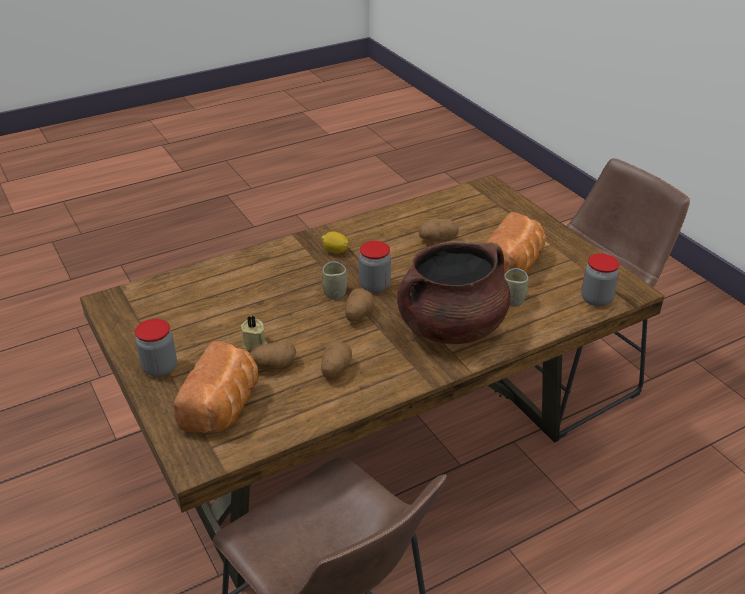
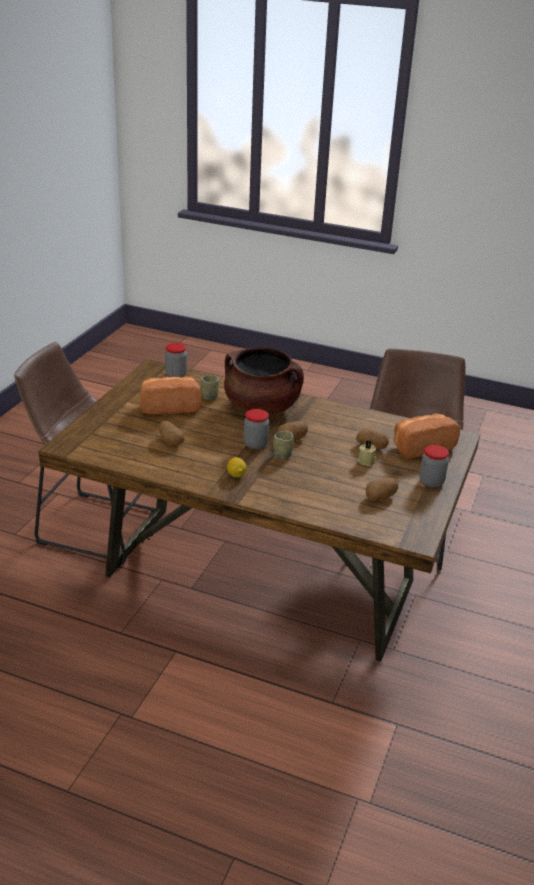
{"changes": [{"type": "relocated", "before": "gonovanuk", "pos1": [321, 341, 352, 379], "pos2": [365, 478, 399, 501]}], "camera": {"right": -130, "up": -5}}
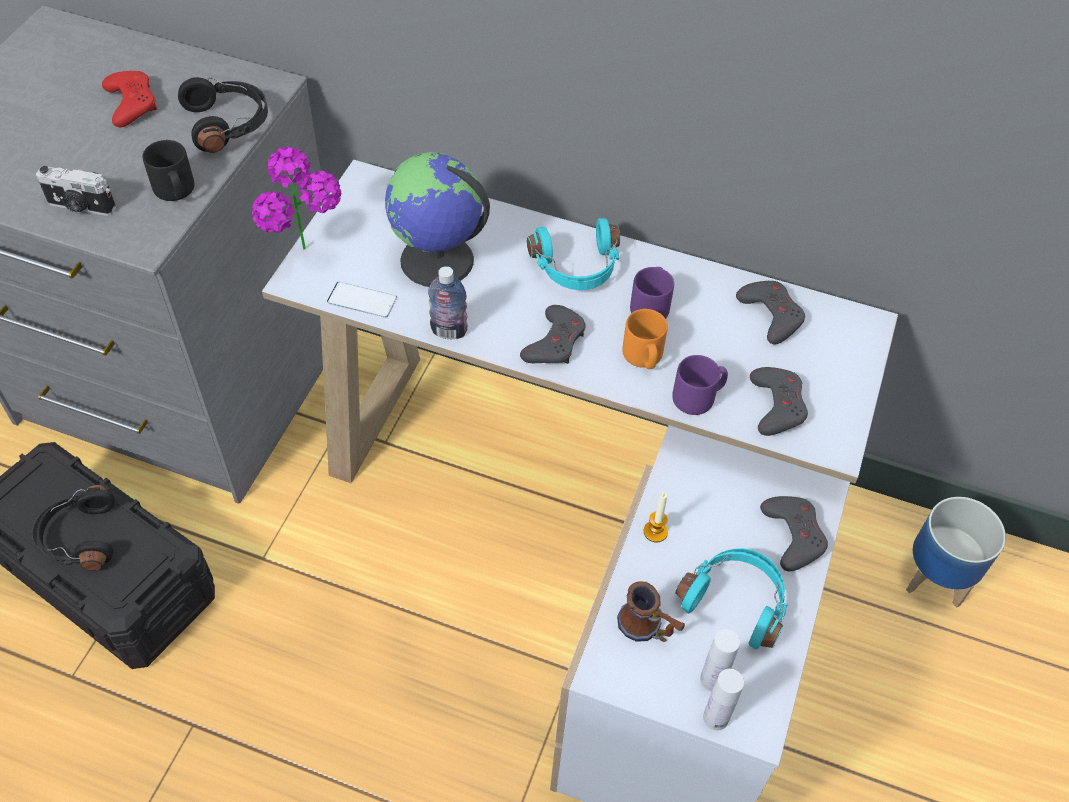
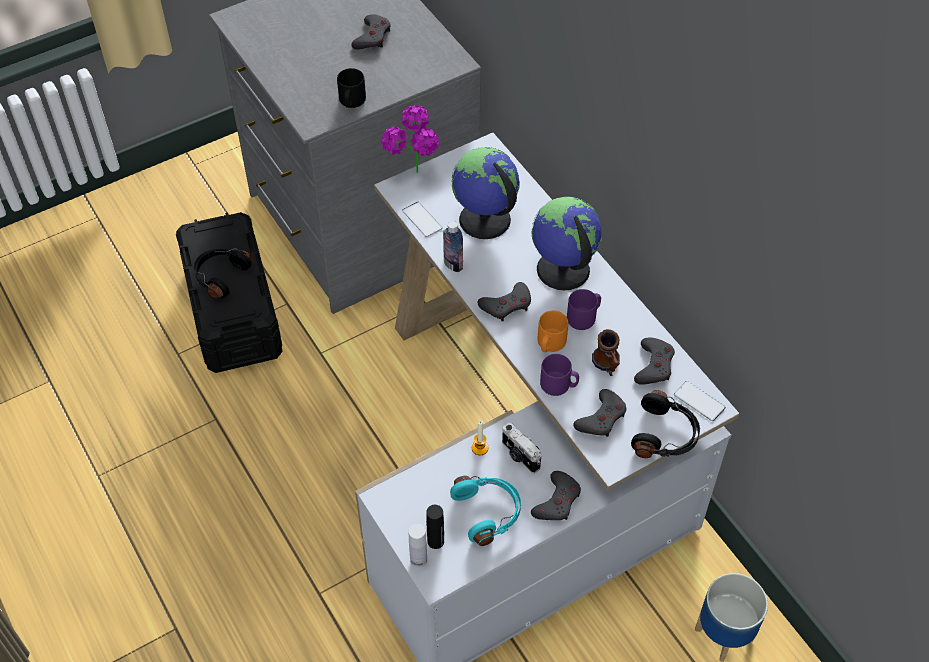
{"changes": [{"type": "colour", "before": "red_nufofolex", "after": "grey_nufofolex", "pos1": [102, 71, 157, 127], "pos2": [351, 14, 391, 50]}, {"type": "relocated", "before": "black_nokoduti", "pos1": [178, 77, 268, 153], "pos2": [631, 390, 700, 458]}, {"type": "relocated", "before": "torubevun", "pos1": [36, 166, 116, 216], "pos2": [502, 422, 541, 473]}, {"type": "exchanged", "before": "turquoise_nokoduti", "after": "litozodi", "pos1": [527, 218, 620, 290], "pos2": [532, 197, 602, 290]}, {"type": "relocated", "before": "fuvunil", "pos1": [617, 581, 685, 642], "pos2": [592, 329, 620, 376]}, {"type": "colour", "before": "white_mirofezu", "after": "black_mirofezu", "pos1": [700, 629, 740, 691], "pos2": [426, 505, 444, 549]}, {"type": "appeared", "after": "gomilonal", "pos2": [674, 381, 726, 421]}], "camera": {"right": 40, "up": 0}}
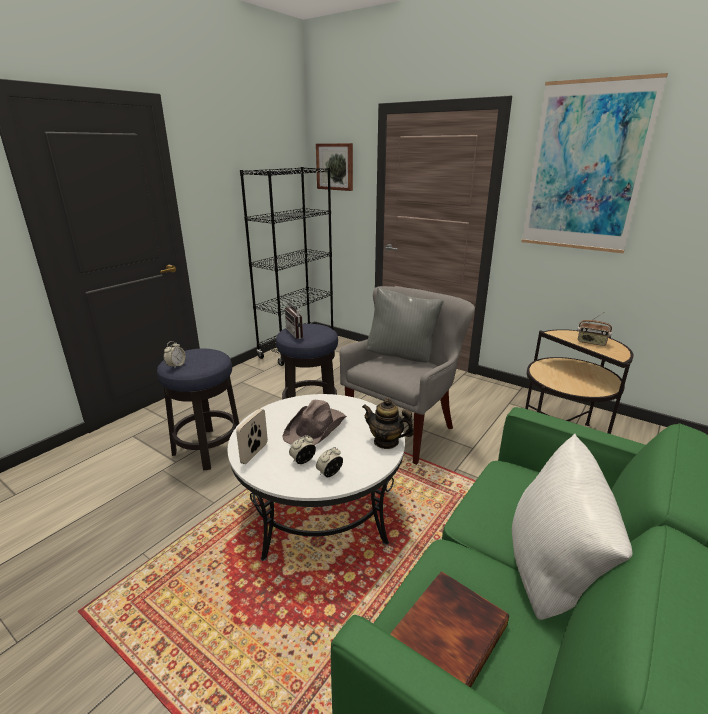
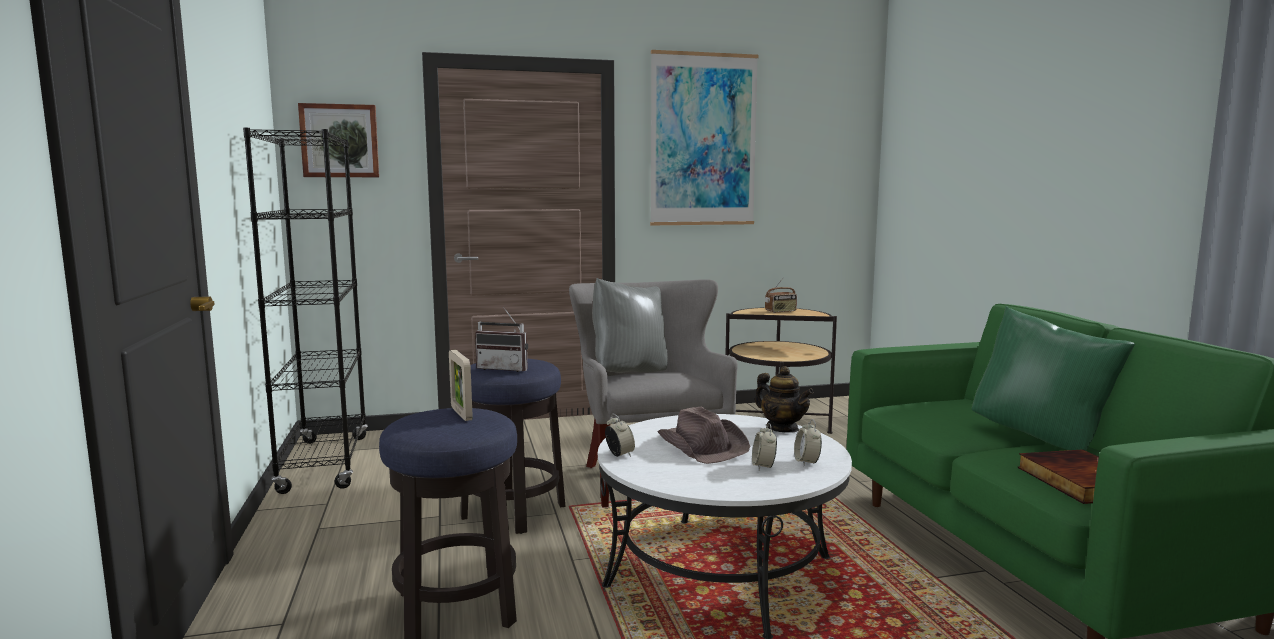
{"changes": [{"type": "relocated", "before": "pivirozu", "pos1": [164, 341, 186, 369], "pos2": [605, 414, 635, 457]}, {"type": "spun", "before": "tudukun", "pos1": [362, 398, 414, 449], "pos2": [755, 366, 814, 433], "turn": -105}, {"type": "relocated", "before": "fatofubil", "pos1": [236, 409, 268, 464], "pos2": [449, 350, 473, 421]}, {"type": "colour", "before": "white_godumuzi", "after": "green_godumuzi", "pos1": [512, 433, 633, 620], "pos2": [972, 306, 1135, 451]}], "camera": {"right": -50, "up": -15}}
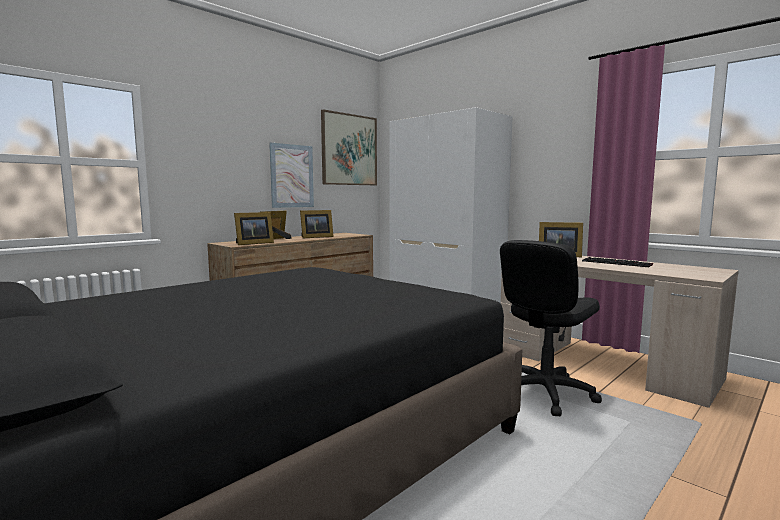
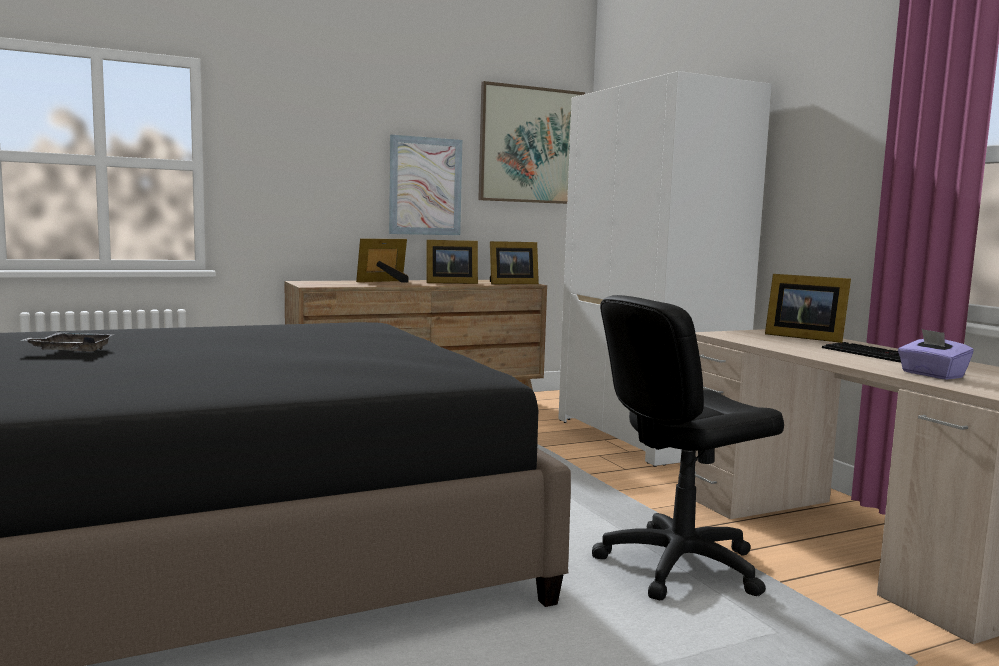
{"changes": [{"type": "relocated", "before": "fatofubil", "pos1": [234, 212, 274, 245], "pos2": [490, 241, 539, 284]}, {"type": "appeared", "after": "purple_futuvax", "pos2": [898, 329, 974, 380]}, {"type": "appeared", "after": "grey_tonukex", "pos2": [23, 332, 112, 352]}], "camera": {"right": 20, "up": 0}}
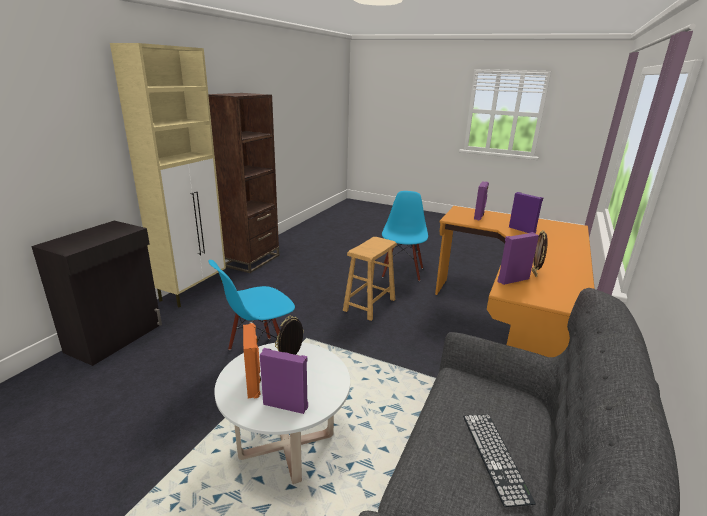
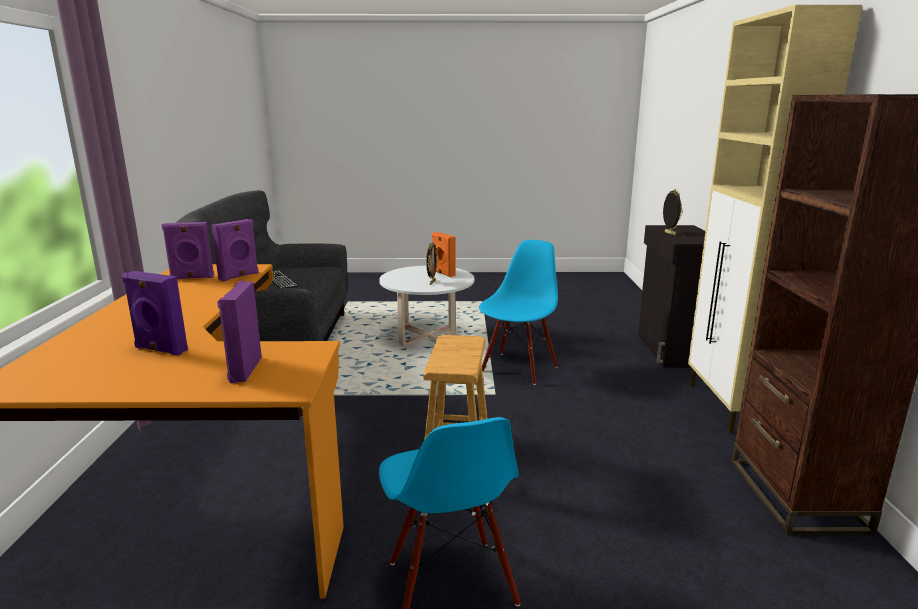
{"changes": [{"type": "relocated", "before": "fatofubil", "pos1": [532, 230, 548, 277], "pos2": [663, 189, 683, 235]}, {"type": "relocated", "before": "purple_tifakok", "pos1": [260, 348, 308, 414], "pos2": [162, 222, 214, 279]}], "camera": {"right": 155, "up": -5}}
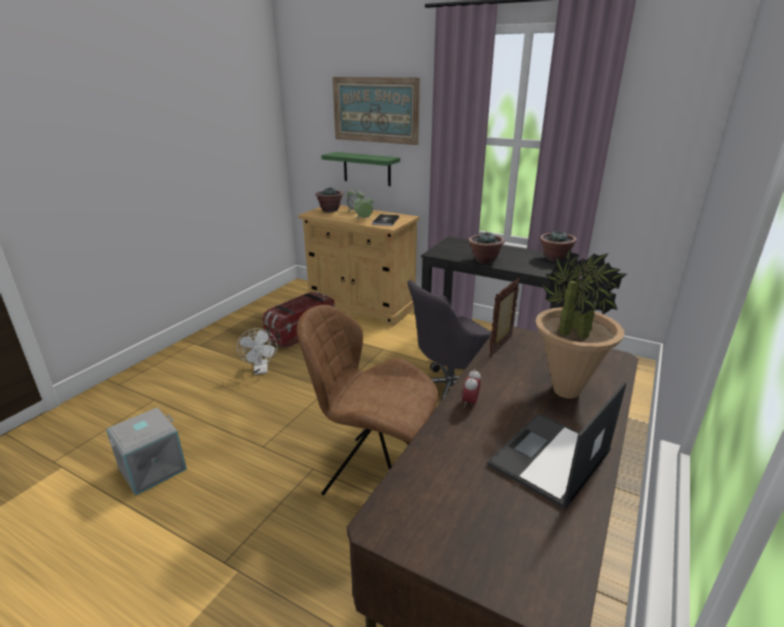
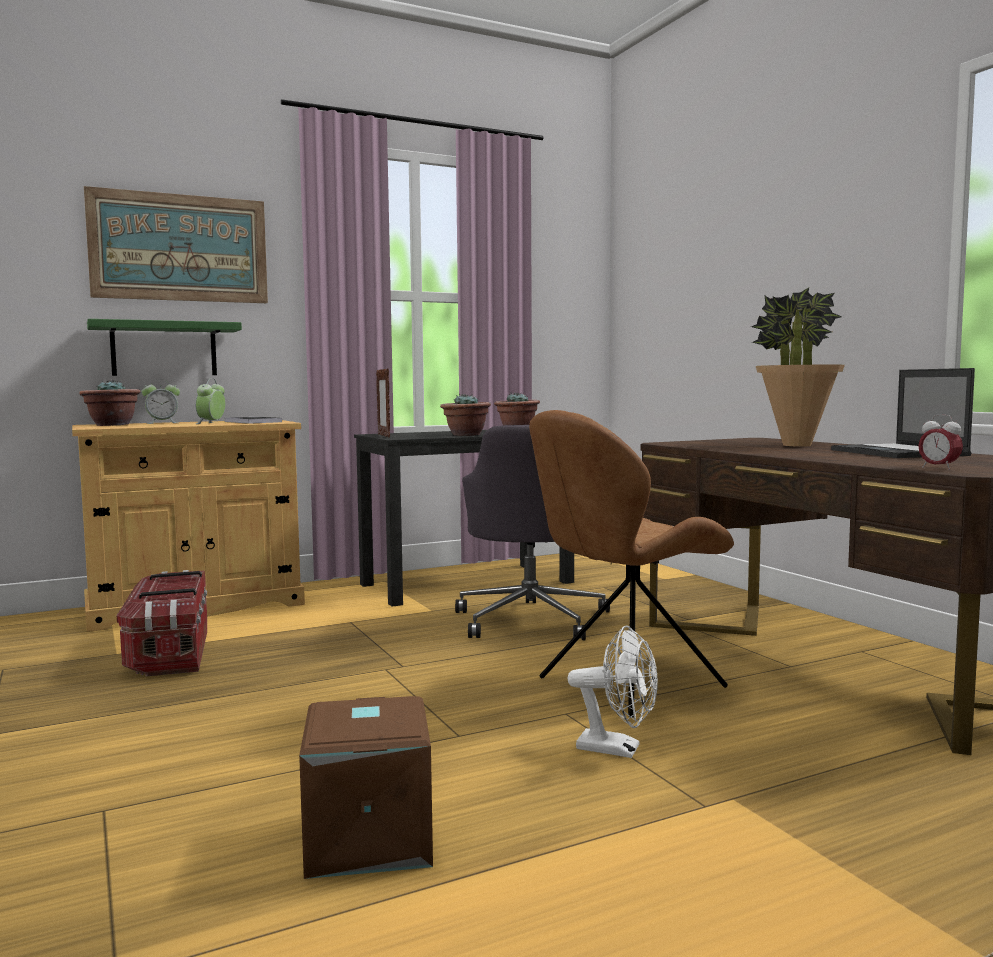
{"changes": [{"type": "relocated", "before": "fatofubil", "pos1": [489, 278, 520, 357], "pos2": [376, 368, 390, 438]}, {"type": "relocated", "before": "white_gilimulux", "pos1": [237, 328, 277, 375], "pos2": [568, 625, 658, 758]}, {"type": "relocated", "before": "pivirozu", "pos1": [462, 369, 481, 408], "pos2": [918, 415, 963, 470]}, {"type": "colour", "before": "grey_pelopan", "after": "brown_pelopan", "pos1": [106, 408, 187, 496], "pos2": [299, 696, 433, 879]}], "camera": {"right": -55, "up": -20}}
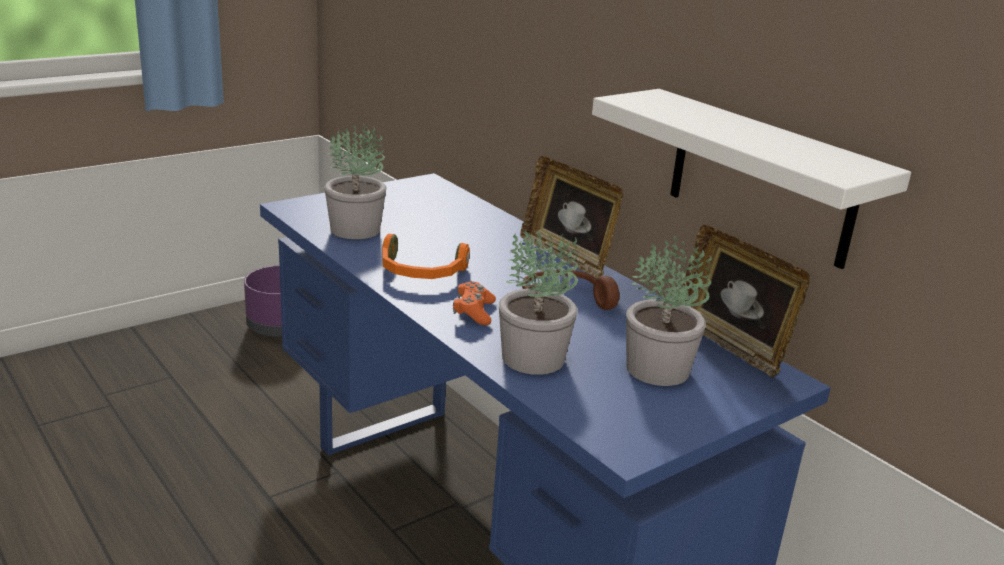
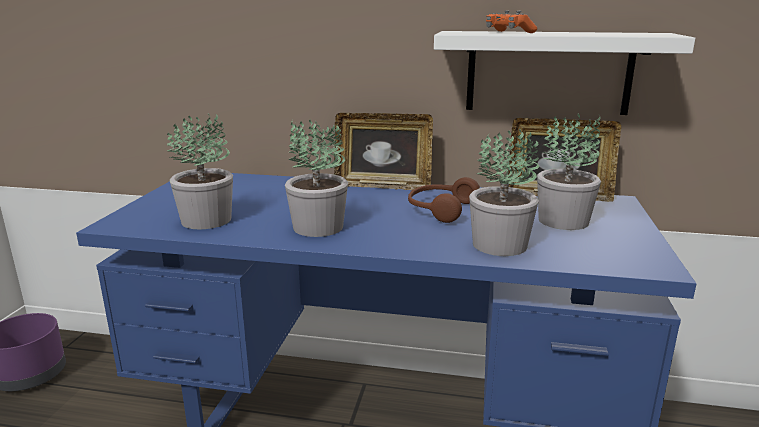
{"changes": [{"type": "exchanged", "before": "orange_nokoduti", "after": "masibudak", "pos1": [382, 234, 470, 279], "pos2": [285, 119, 348, 237]}, {"type": "relocated", "before": "orange_nufofolex", "pos1": [453, 281, 496, 325], "pos2": [486, 10, 537, 33]}], "camera": {"right": -40, "up": -5}}
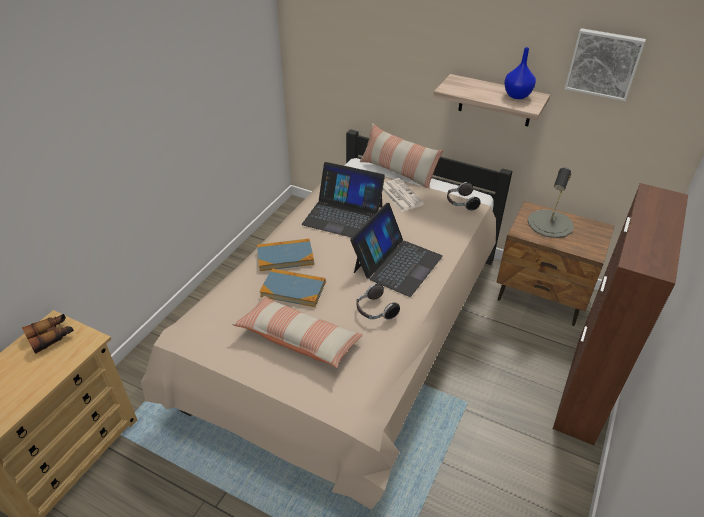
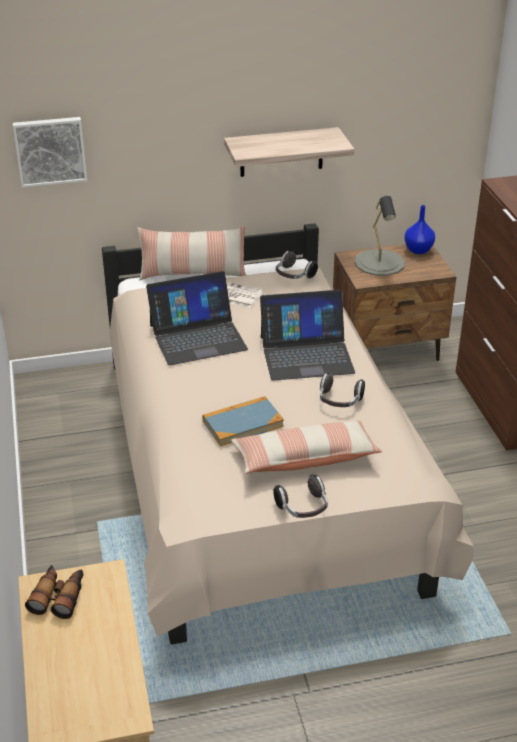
{"changes": [{"type": "relocated", "before": "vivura", "pos1": [565, 28, 646, 101], "pos2": [13, 117, 87, 188]}, {"type": "relocated", "before": "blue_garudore", "pos1": [504, 47, 536, 99], "pos2": [404, 205, 435, 254]}, {"type": "spun", "before": "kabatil", "pos1": [350, 203, 443, 297], "pos2": [260, 290, 355, 381], "turn": 90}, {"type": "missing", "before": "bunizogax", "pos1": [257, 238, 314, 271]}, {"type": "appeared", "after": "nokoduti", "pos2": [273, 474, 328, 518]}], "camera": {"right": -40, "up": -5}}
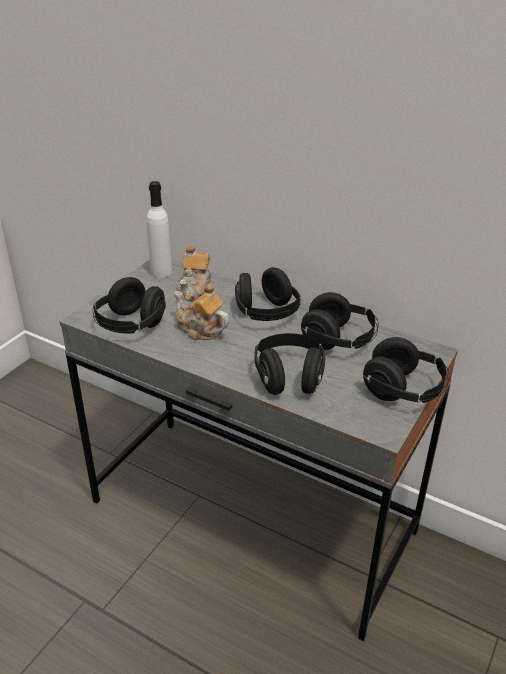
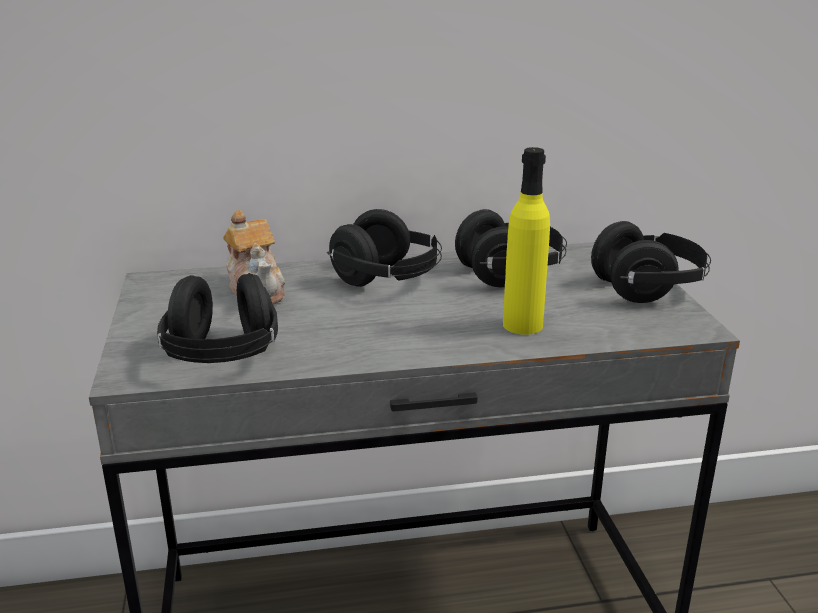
{"changes": [{"type": "missing", "before": "white_mirofezu", "pos1": [147, 181, 172, 278]}, {"type": "missing", "before": "tudukun", "pos1": [174, 283, 230, 340]}, {"type": "exchanged", "before": "black_nokoduti", "after": "yellow_mirofezu", "pos1": [255, 333, 325, 395], "pos2": [503, 147, 550, 335]}], "camera": {"right": -40, "up": -10}}
